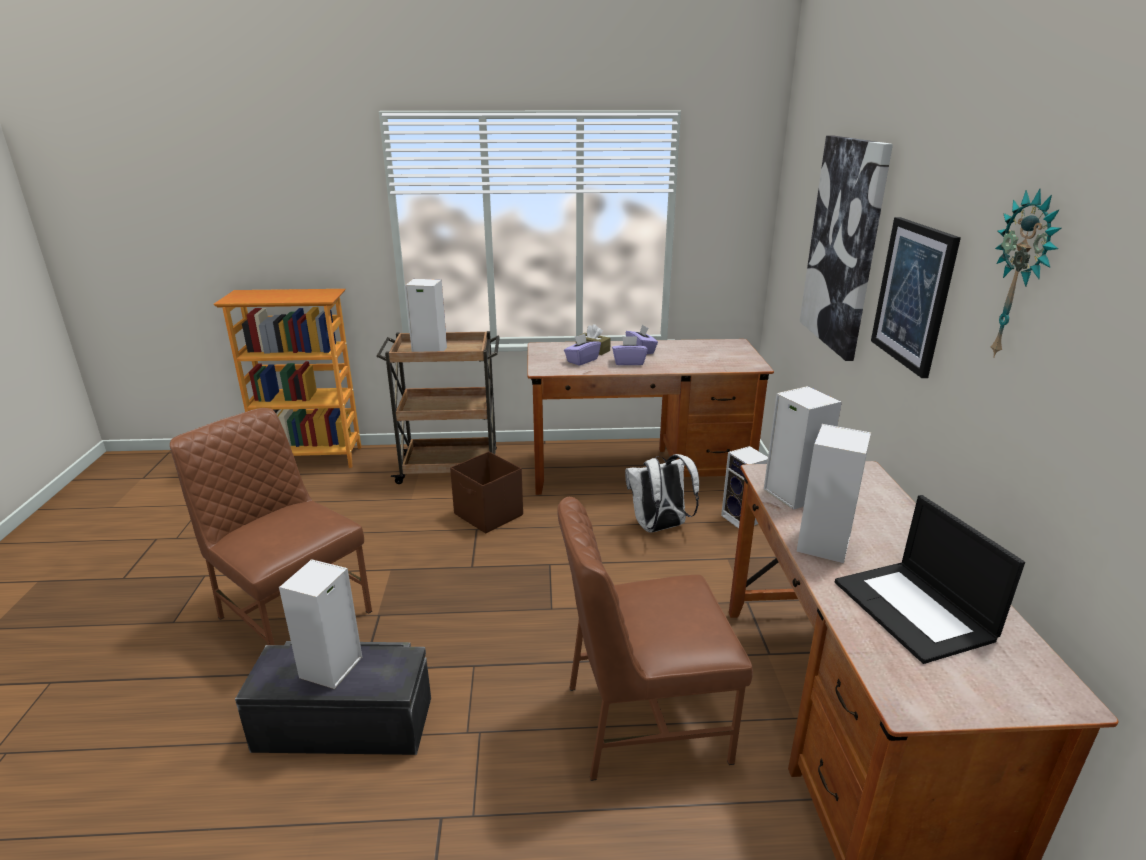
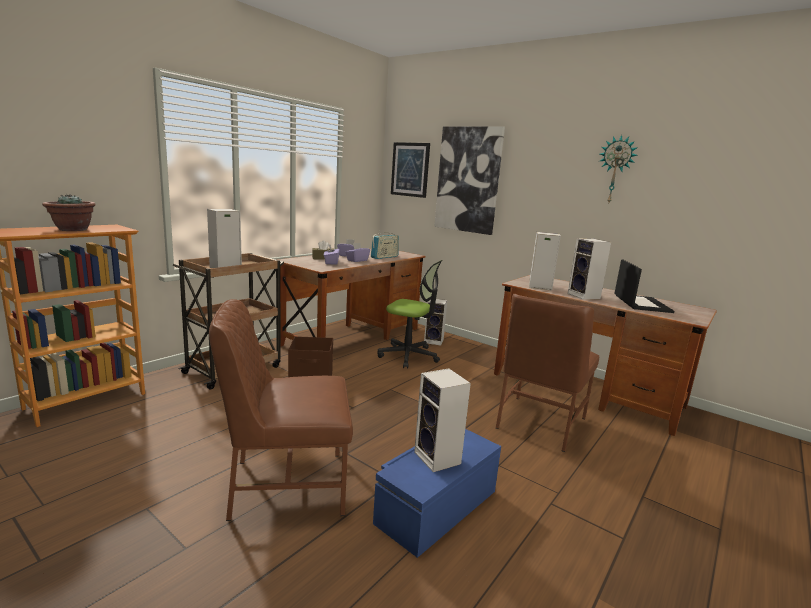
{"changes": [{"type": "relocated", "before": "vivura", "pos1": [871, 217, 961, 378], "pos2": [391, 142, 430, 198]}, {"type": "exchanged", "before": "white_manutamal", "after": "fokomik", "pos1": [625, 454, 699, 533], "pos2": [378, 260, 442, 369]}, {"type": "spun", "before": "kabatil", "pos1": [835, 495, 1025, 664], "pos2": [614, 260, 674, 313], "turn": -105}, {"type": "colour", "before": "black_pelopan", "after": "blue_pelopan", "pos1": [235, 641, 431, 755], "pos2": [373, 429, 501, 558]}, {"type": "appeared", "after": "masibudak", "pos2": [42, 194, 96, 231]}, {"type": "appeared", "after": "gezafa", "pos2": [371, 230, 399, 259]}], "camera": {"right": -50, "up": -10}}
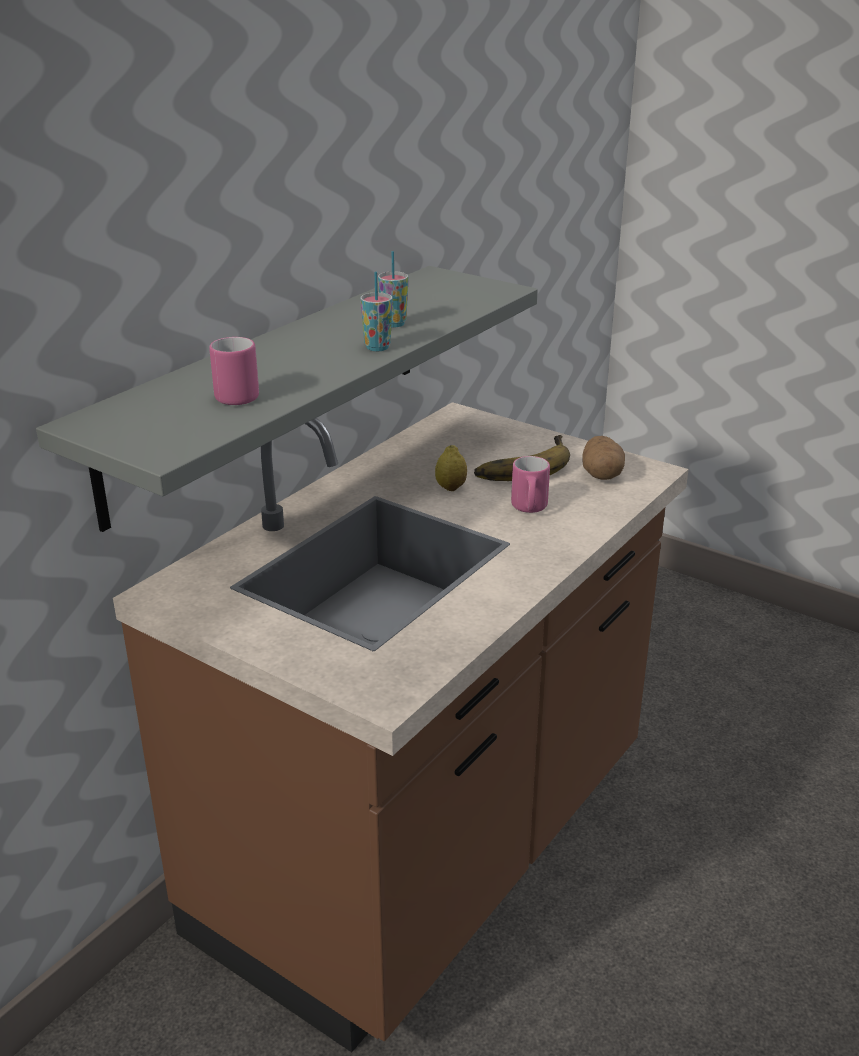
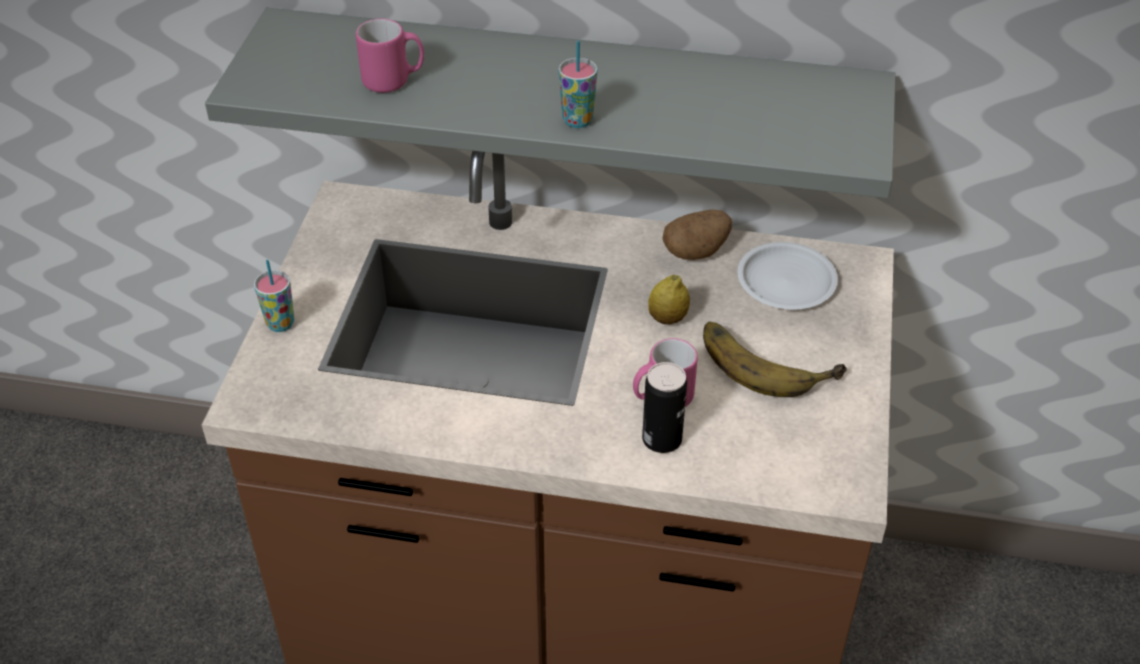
{"changes": [{"type": "relocated", "before": "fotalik", "pos1": [378, 251, 409, 328], "pos2": [254, 260, 295, 332]}, {"type": "relocated", "before": "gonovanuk", "pos1": [582, 436, 625, 480], "pos2": [662, 209, 732, 260]}, {"type": "appeared", "after": "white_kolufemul", "pos2": [738, 242, 838, 310]}, {"type": "appeared", "after": "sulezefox", "pos2": [642, 362, 687, 453]}], "camera": {"right": 65, "up": 15}}
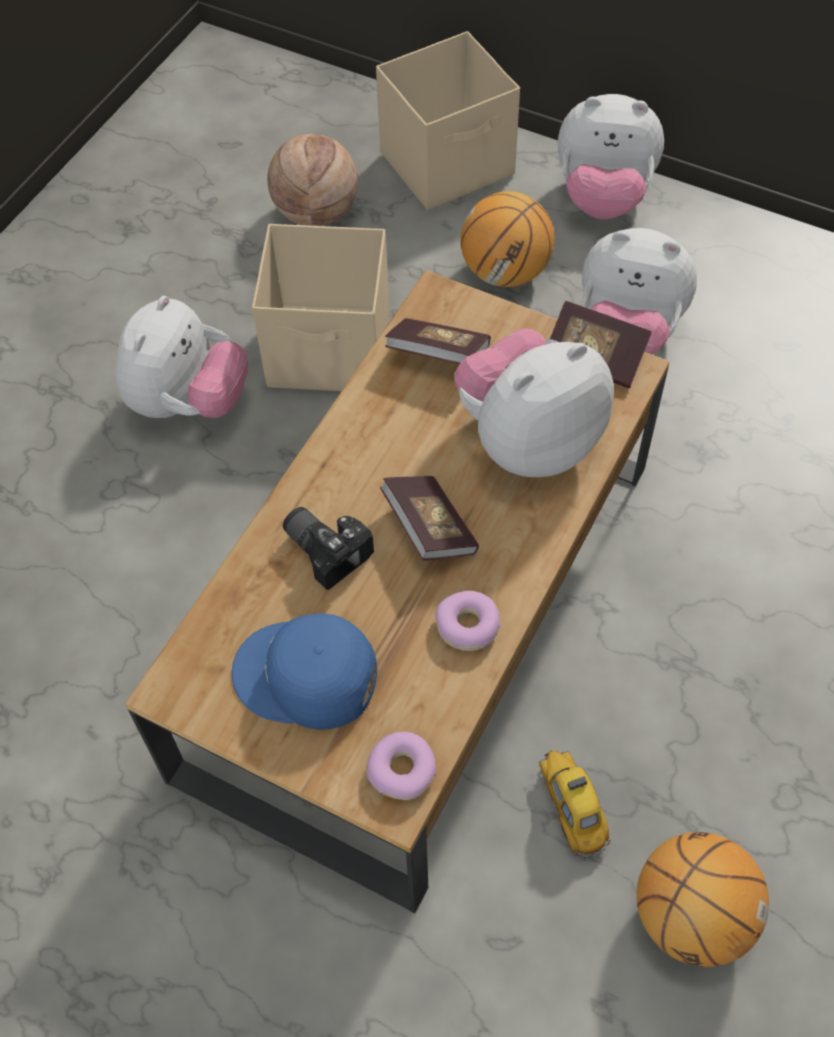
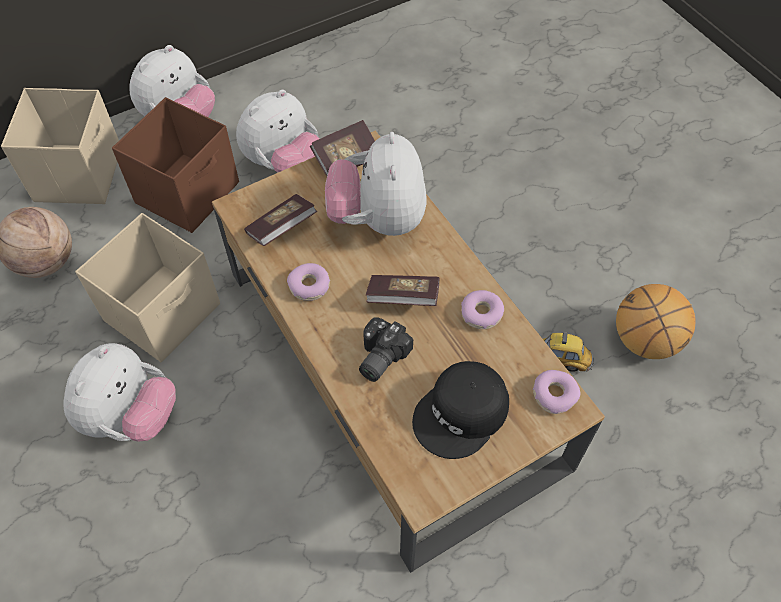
{"changes": [{"type": "exchanged", "before": "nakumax", "after": "brown_pelopan", "pos1": [460, 191, 555, 287], "pos2": [112, 98, 239, 233]}, {"type": "spun", "before": "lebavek", "pos1": [115, 296, 248, 418], "pos2": [63, 343, 176, 442], "turn": 60}, {"type": "spun", "before": "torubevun", "pos1": [283, 507, 374, 590], "pos2": [359, 318, 413, 382], "turn": -45}, {"type": "colour", "before": "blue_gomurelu", "after": "black_gomurelu", "pos1": [232, 613, 377, 730], "pos2": [412, 361, 509, 459]}, {"type": "appeared", "after": "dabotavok", "pos2": [287, 263, 330, 301]}], "camera": {"right": -60, "up": 0}}
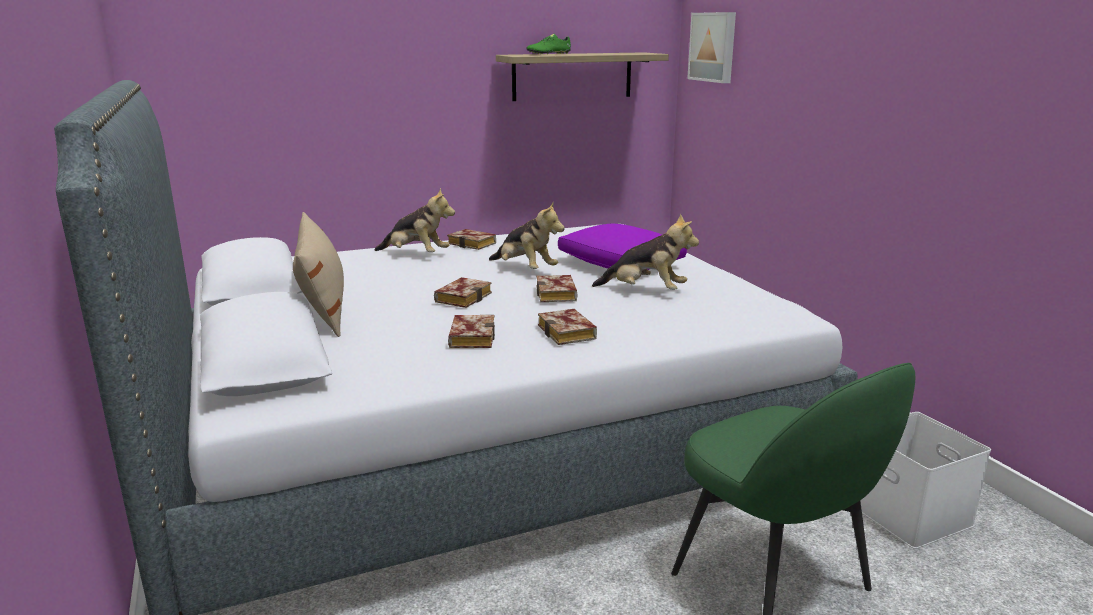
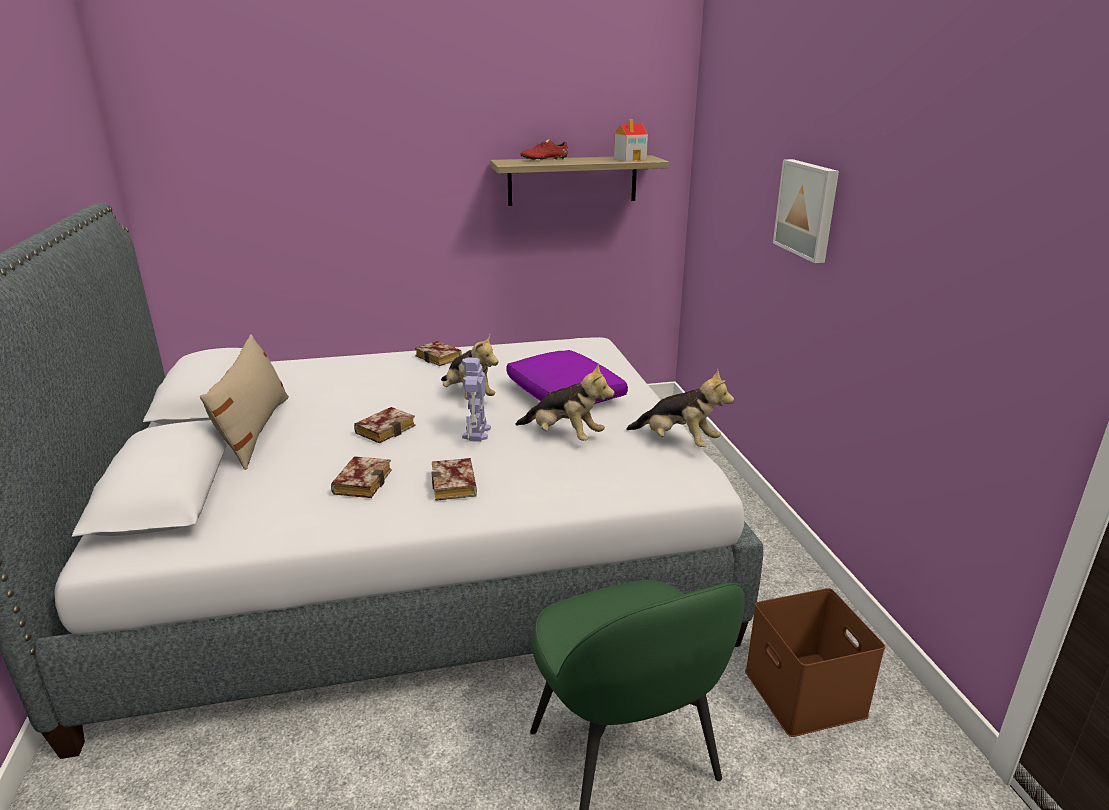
{"changes": [{"type": "relocated", "before": "vivura", "pos1": [687, 12, 736, 83], "pos2": [773, 159, 839, 263]}, {"type": "colour", "before": "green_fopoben", "after": "red_fopoben", "pos1": [526, 34, 571, 54], "pos2": [521, 139, 568, 161]}, {"type": "relocated", "before": "lebavek", "pos1": [375, 188, 455, 252], "pos2": [626, 369, 734, 447]}, {"type": "exchanged", "before": "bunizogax", "after": "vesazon", "pos1": [536, 275, 577, 302], "pos2": [462, 358, 491, 442]}, {"type": "colour", "before": "white_pelopan", "after": "brown_pelopan", "pos1": [860, 412, 991, 549], "pos2": [745, 588, 885, 737]}, {"type": "appeared", "after": "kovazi", "pos2": [614, 119, 648, 161]}], "camera": {"right": 10, "up": 5}}
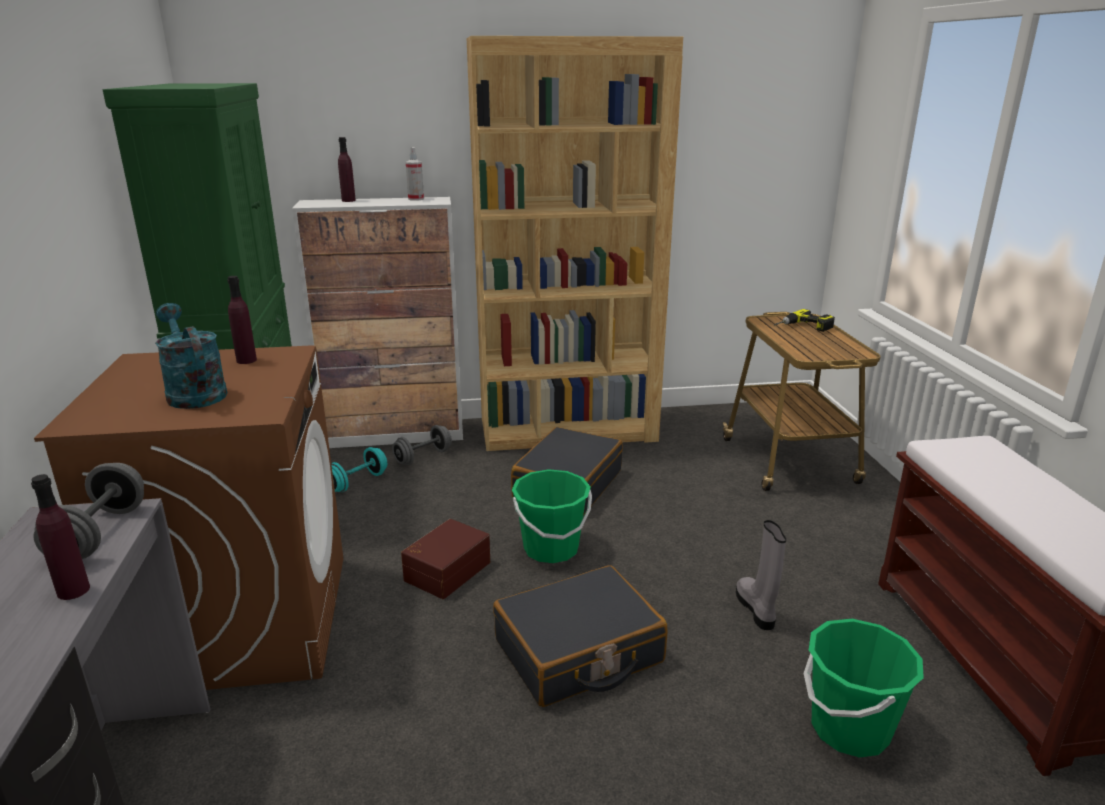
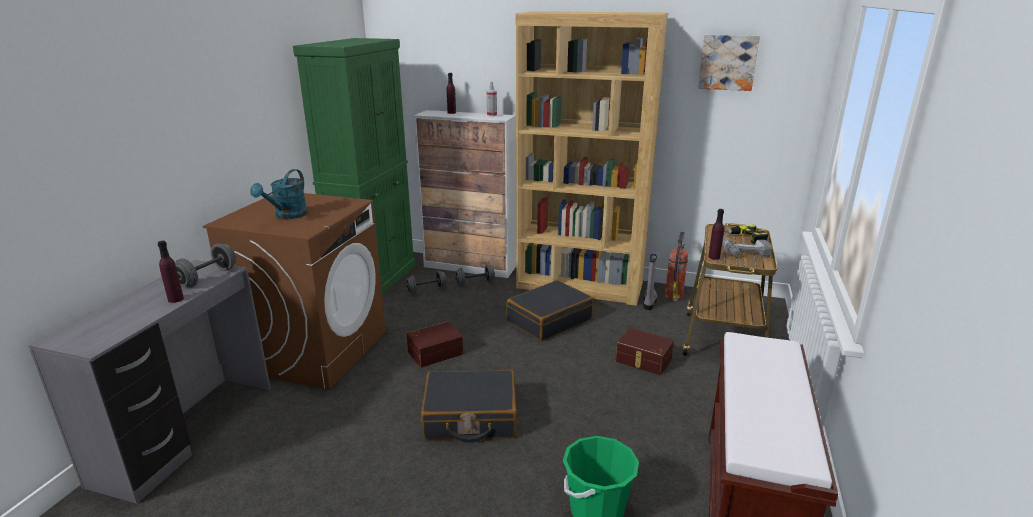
{"changes": [{"type": "relocated", "before": "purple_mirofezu", "pos1": [227, 276, 257, 364], "pos2": [708, 209, 724, 260]}, {"type": "spun", "before": "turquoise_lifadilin", "pos1": [155, 303, 227, 409], "pos2": [250, 169, 308, 219], "turn": -150}, {"type": "colour", "before": "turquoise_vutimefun", "after": "grey_vutimefun", "pos1": [331, 447, 387, 492], "pos2": [406, 270, 447, 294]}, {"type": "missing", "before": "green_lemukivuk", "pos1": [512, 469, 592, 563]}, {"type": "relocated", "before": "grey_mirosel", "pos1": [736, 520, 786, 630], "pos2": [644, 254, 657, 310]}, {"type": "appeared", "after": "vivura", "pos2": [698, 35, 760, 91]}, {"type": "appeared", "after": "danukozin", "pos2": [665, 232, 688, 301]}, {"type": "appeared", "after": "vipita", "pos2": [722, 236, 772, 257]}, {"type": "appeared", "after": "brown_pelopan", "pos2": [616, 328, 674, 375]}], "camera": {"right": 25, "up": 0}}
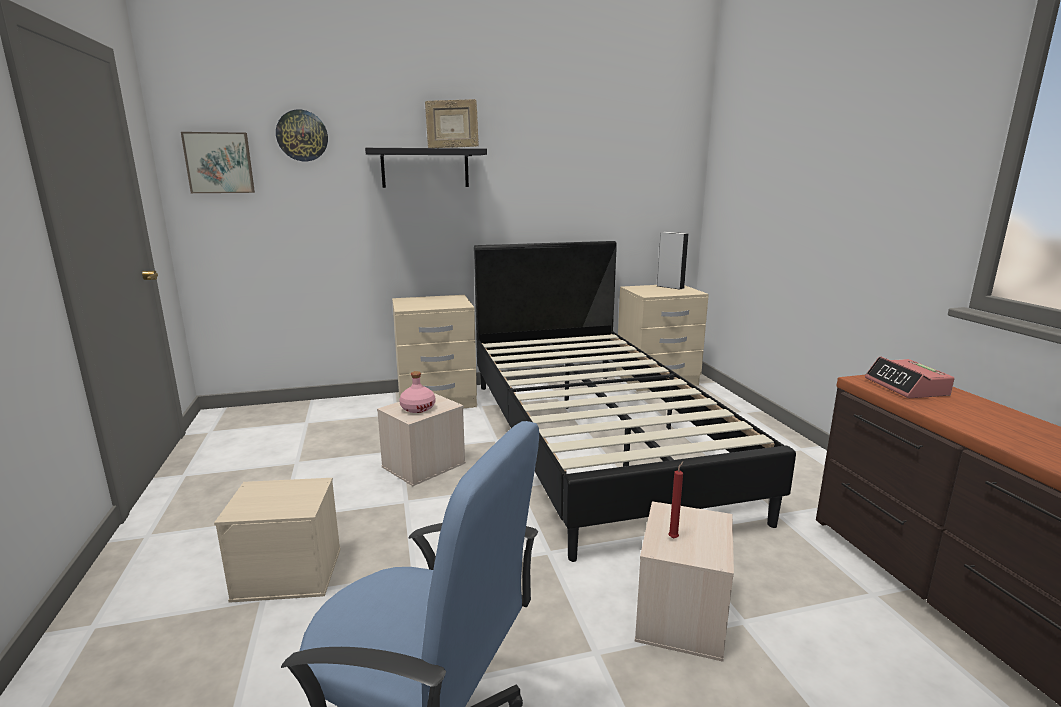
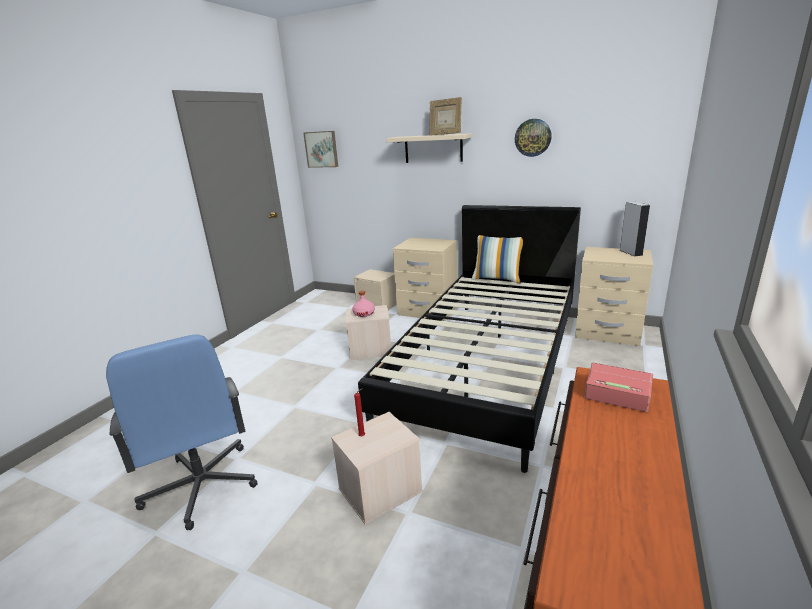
{"changes": [{"type": "relocated", "before": "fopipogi", "pos1": [276, 109, 328, 161], "pos2": [515, 119, 552, 157]}, {"type": "colour", "before": "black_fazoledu", "after": "beige_fazoledu", "pos1": [365, 148, 487, 188], "pos2": [386, 133, 472, 163]}, {"type": "spun", "before": "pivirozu", "pos1": [865, 356, 954, 398], "pos2": [584, 363, 653, 412], "turn": 90}, {"type": "relocated", "before": "beige_pelopan", "pos1": [214, 478, 341, 603], "pos2": [353, 269, 397, 310]}, {"type": "appeared", "after": "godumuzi", "pos2": [472, 235, 523, 284]}], "camera": {"right": 40, "up": 5}}
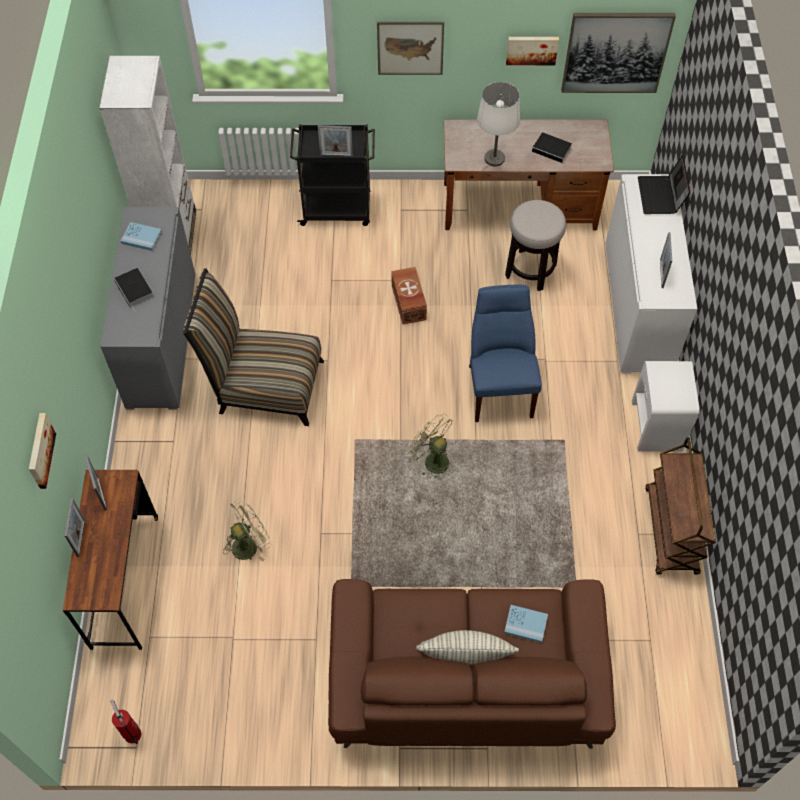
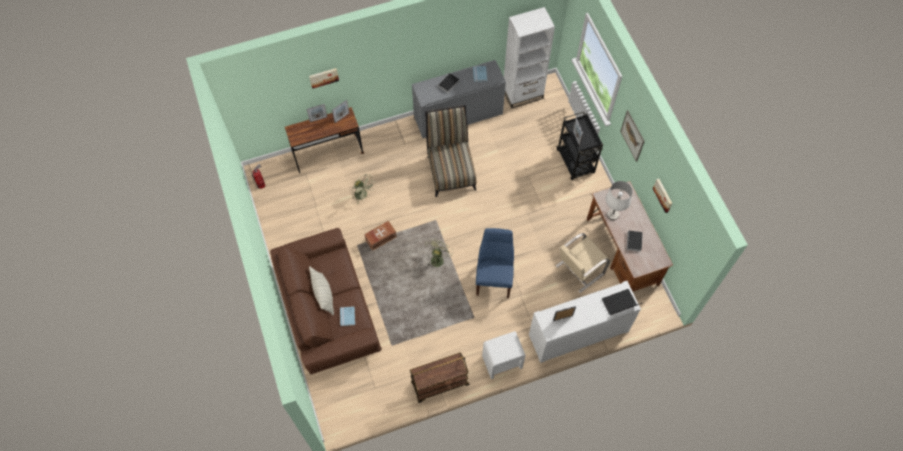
{"changes": [{"type": "missing", "before": "vivura", "pos1": [561, 13, 676, 93]}, {"type": "exchanged", "before": "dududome", "after": "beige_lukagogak", "pos1": [505, 200, 566, 291], "pos2": [556, 233, 610, 293]}, {"type": "relocated", "before": "brown_pelopan", "pos1": [391, 267, 427, 325], "pos2": [364, 221, 397, 251]}, {"type": "spun", "before": "blue_lukagogak", "pos1": [469, 285, 542, 422], "pos2": [476, 228, 514, 298], "turn": -60}], "camera": {"right": 70, "up": 5}}
